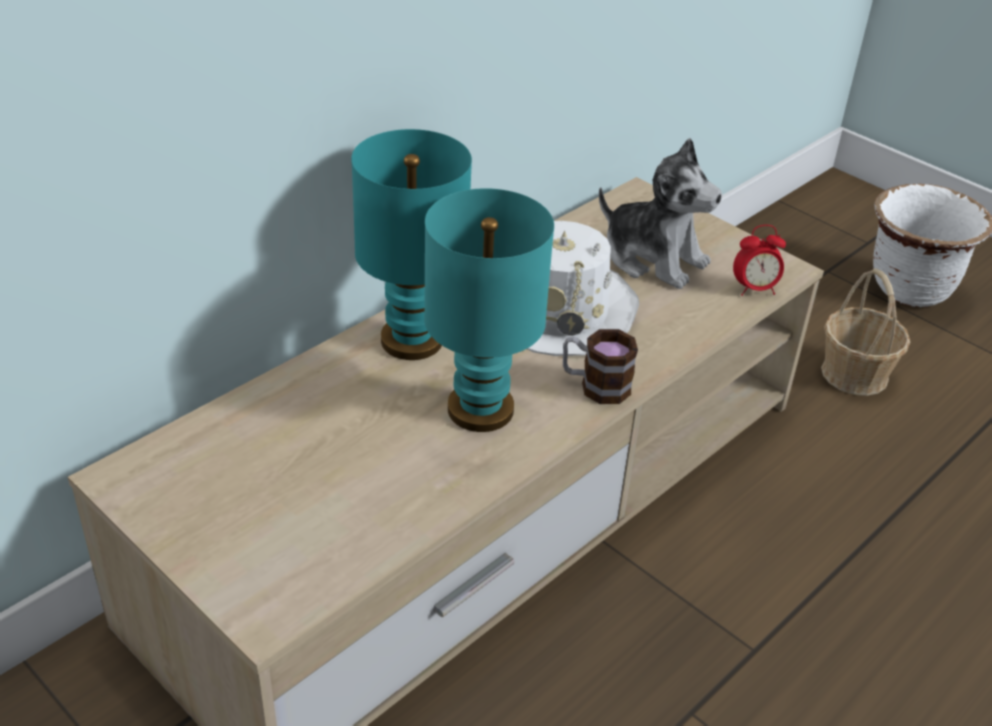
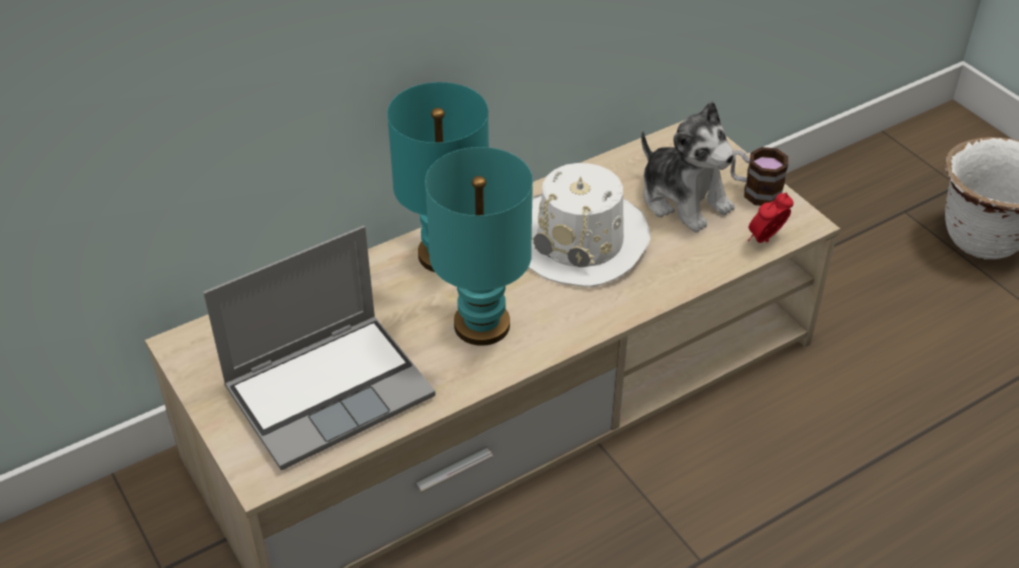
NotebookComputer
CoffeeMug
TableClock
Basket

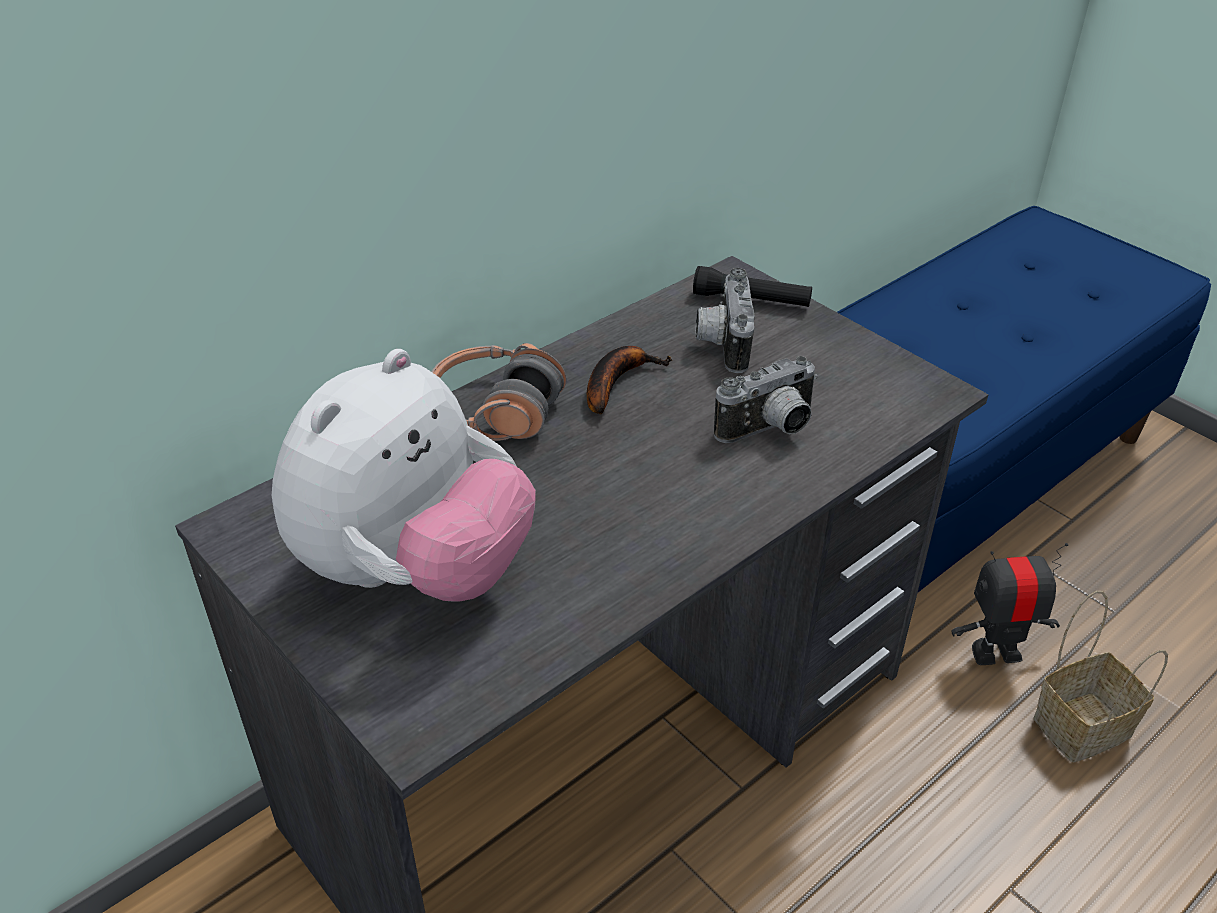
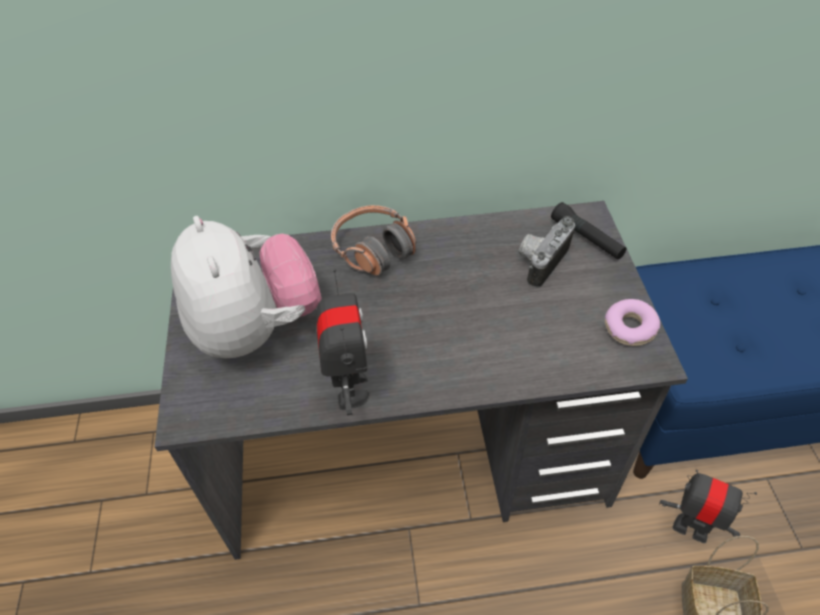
CuddlyToy
ModelRobot (no. 1 from left)
RingDoughnut
WholeBanana
StillCamera (no. 2 from left in the first image)

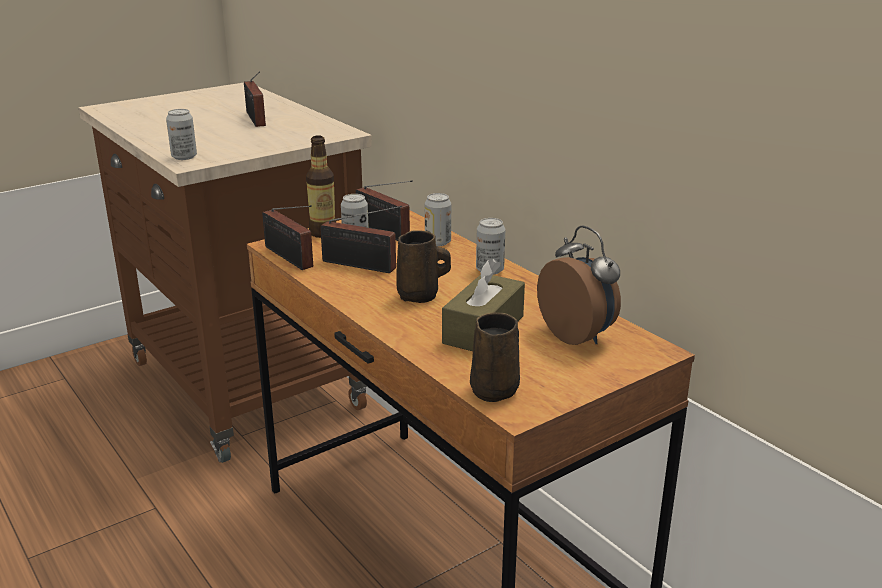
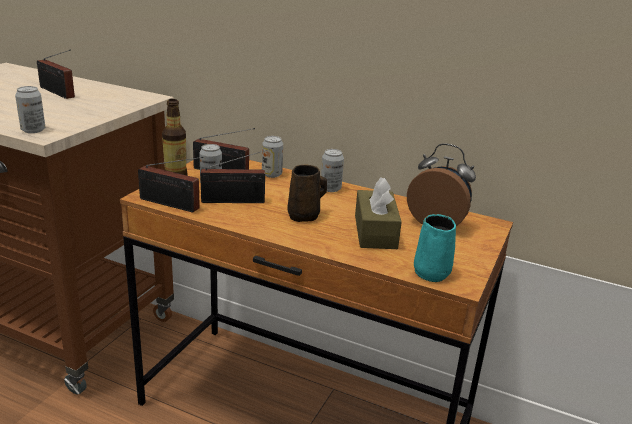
BlueGreenCoffeeMug

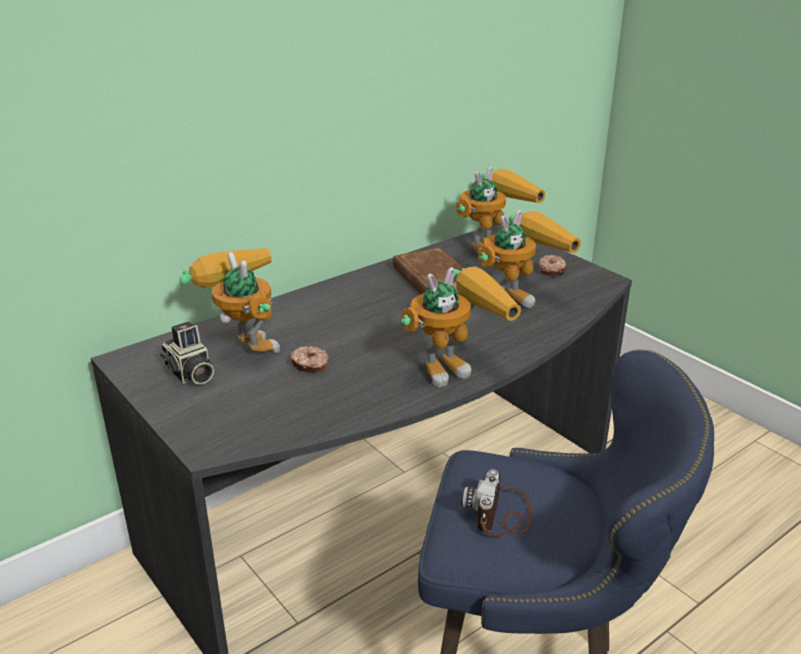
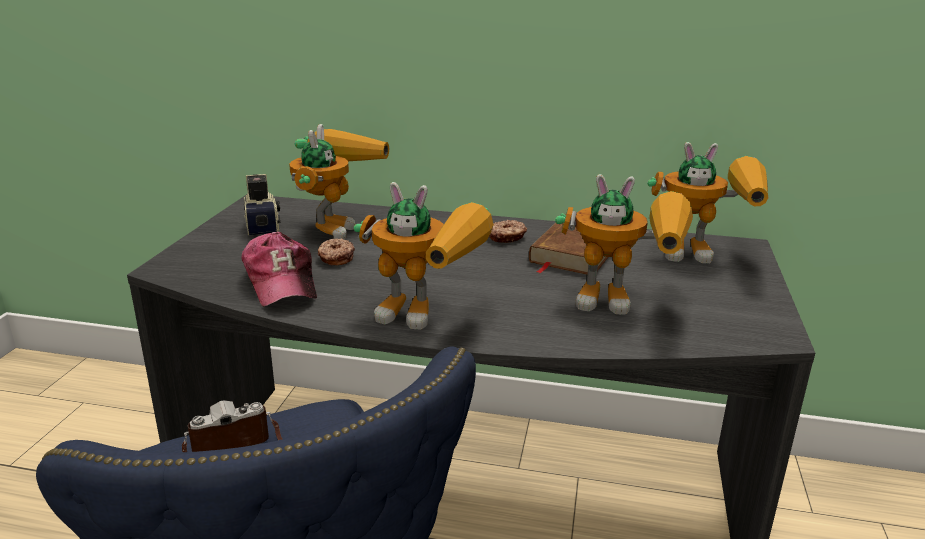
PeakedCap
StillCamera (no. 2 from left)
RingDoughnut (no. 2 from left)

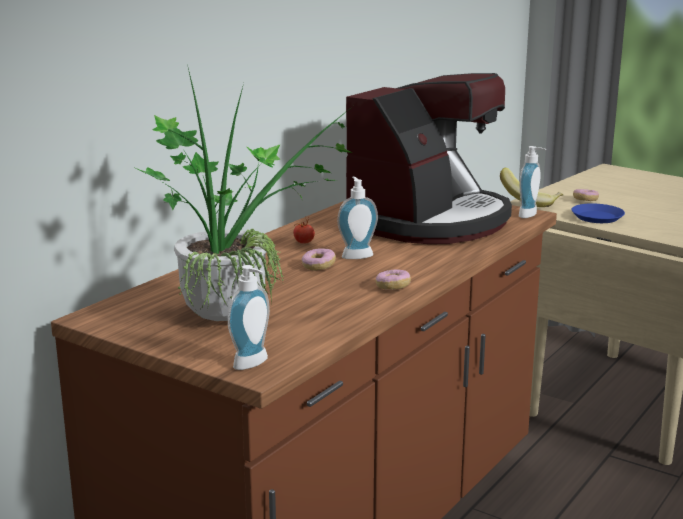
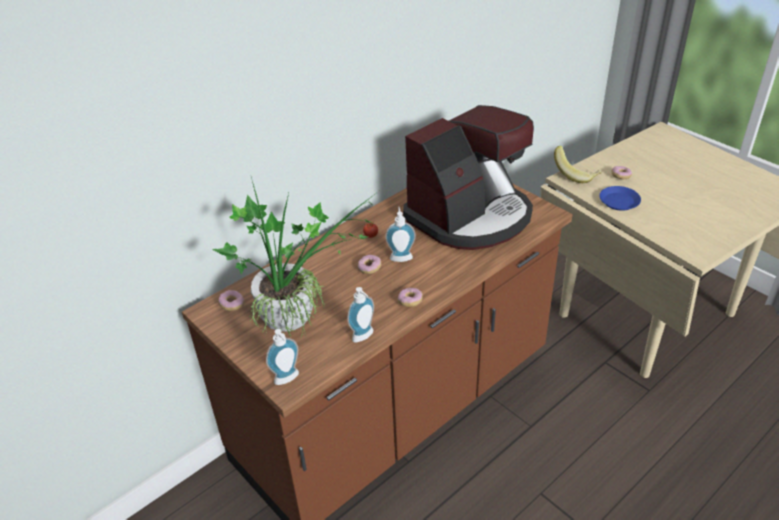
RingDoughnut (no. 1 from left)
LiquidSoapBottle (no. 2 from left)

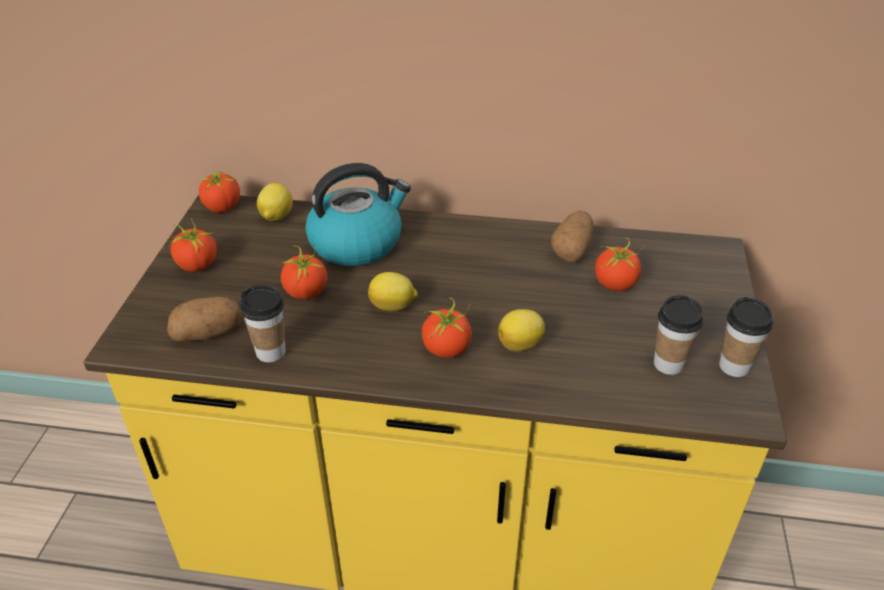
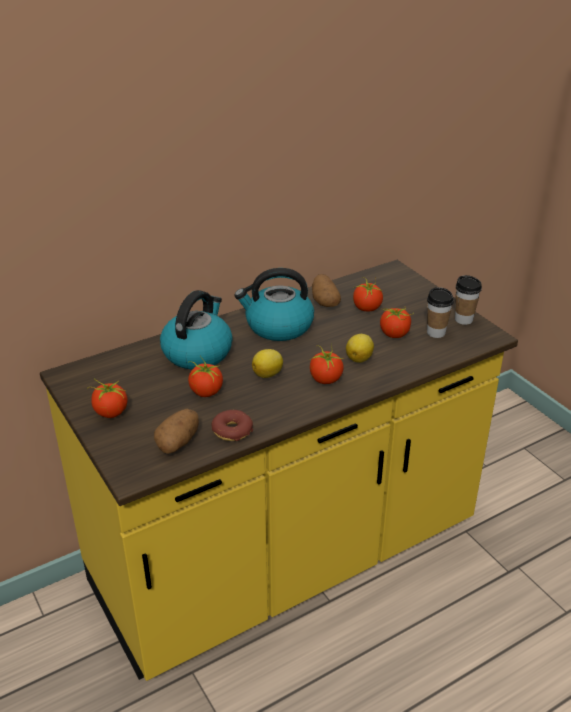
RingDoughnut
Kettle (no. 2 from left)
WholeTomato (no. 5 from left)
WholeLemon (no. 1 from left in the first image)

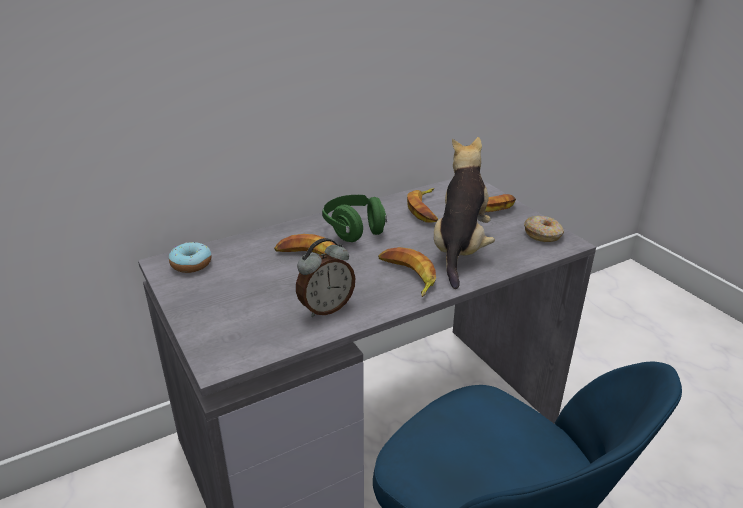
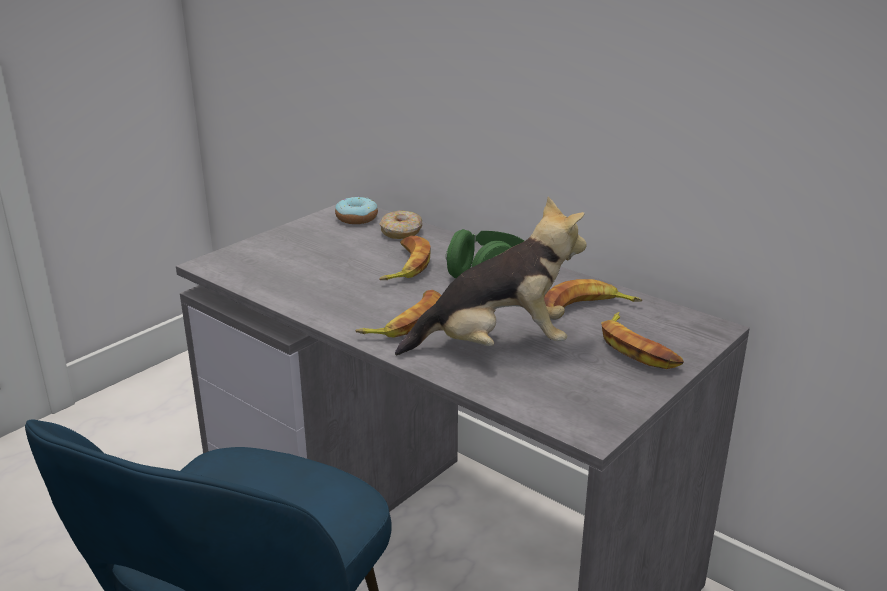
RingDoughnut (no. 2 from left)
TableClock

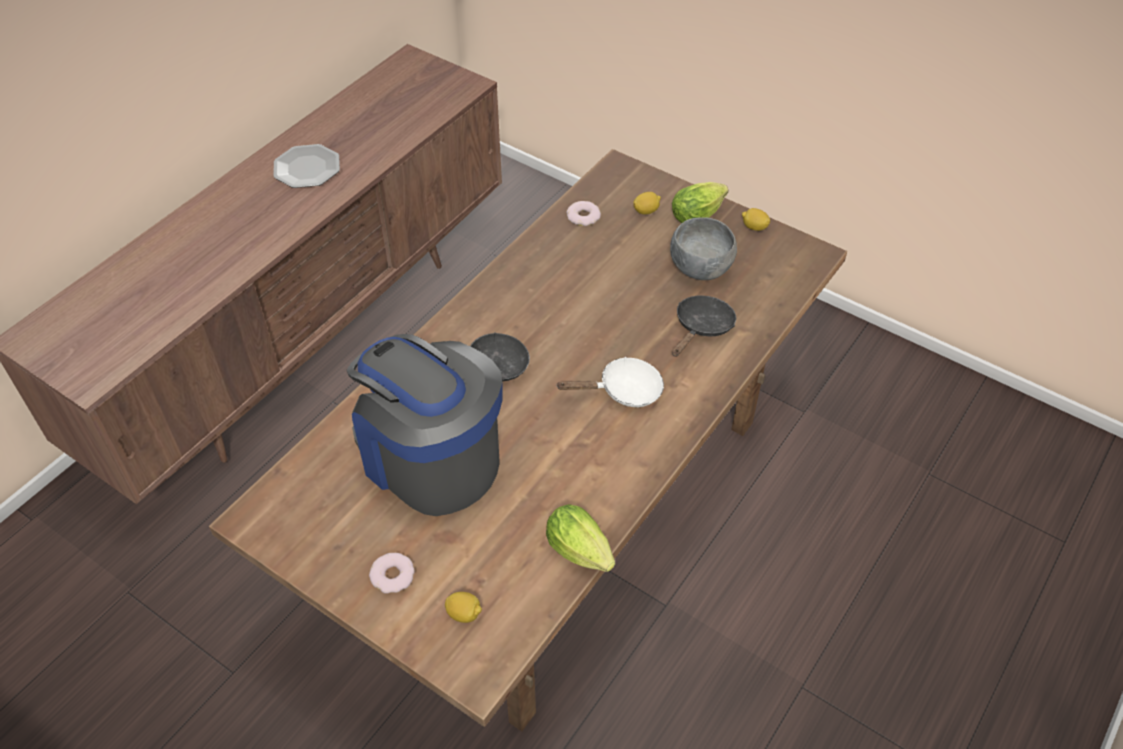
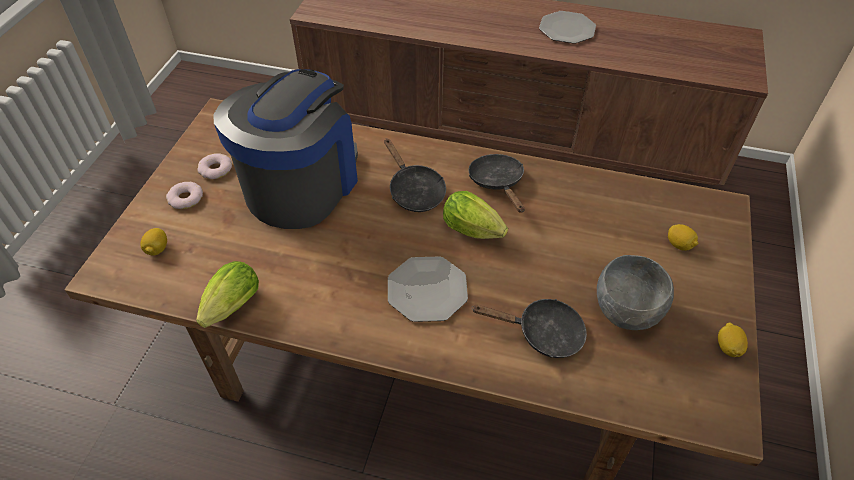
RingDoughnut (no. 2 from left)
DinnerPlate (no. 1 from left)
Lettuce (no. 2 from left)
BlackishPan (no. 2 from left)

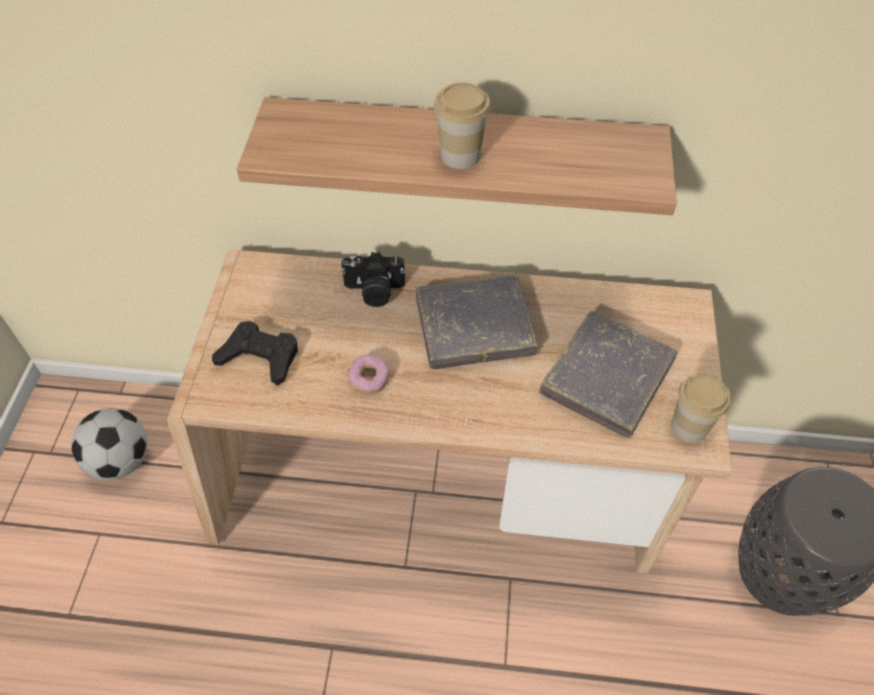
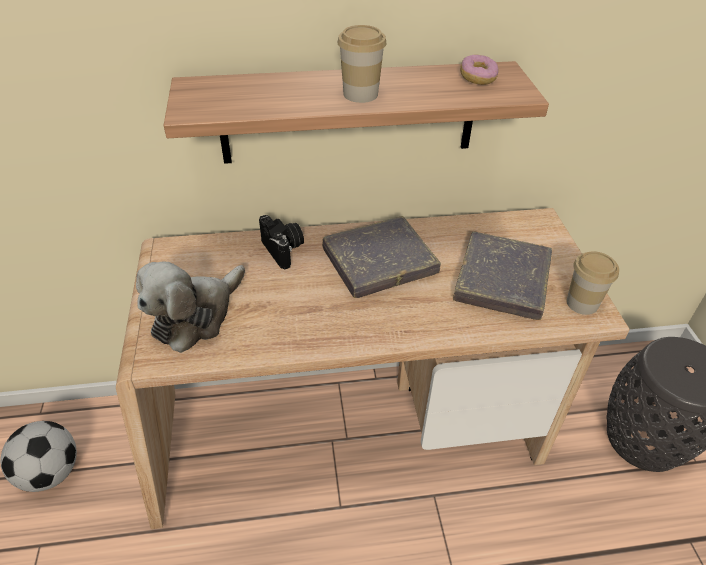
CuddlyToy
StillCamera
RingDoughnut

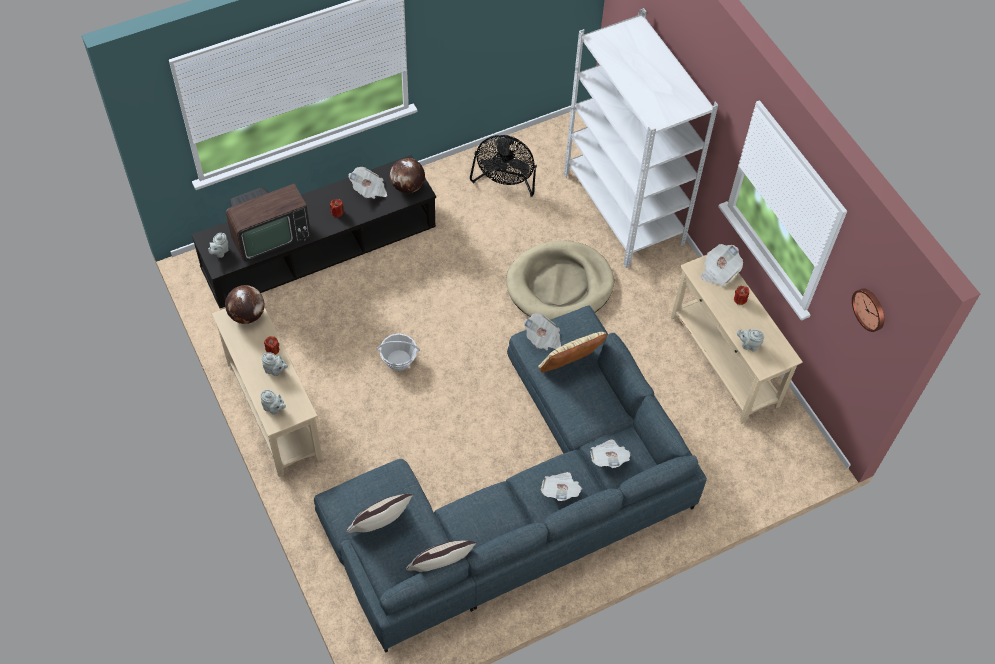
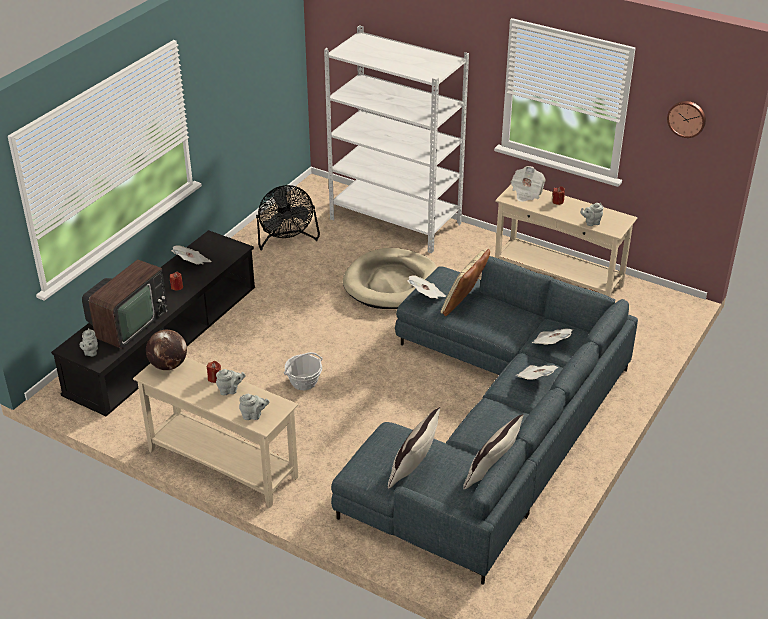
DeskGlobe (no. 2 from left in the first image)

